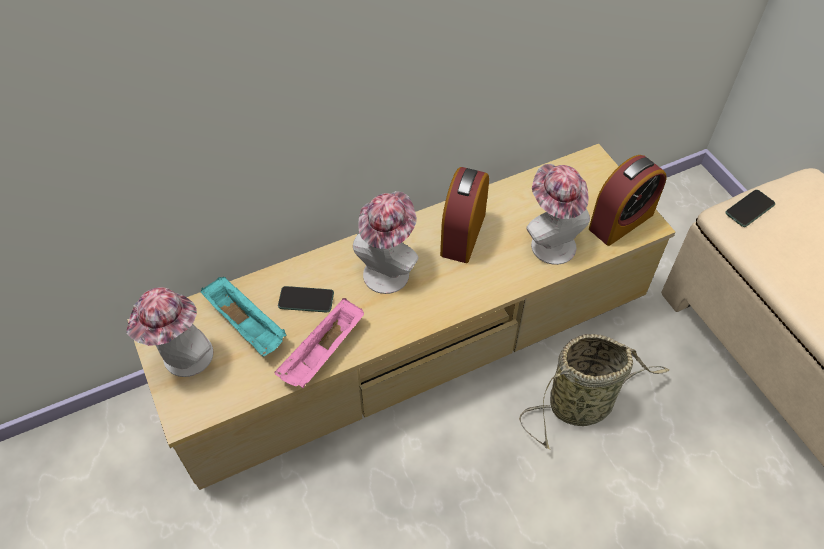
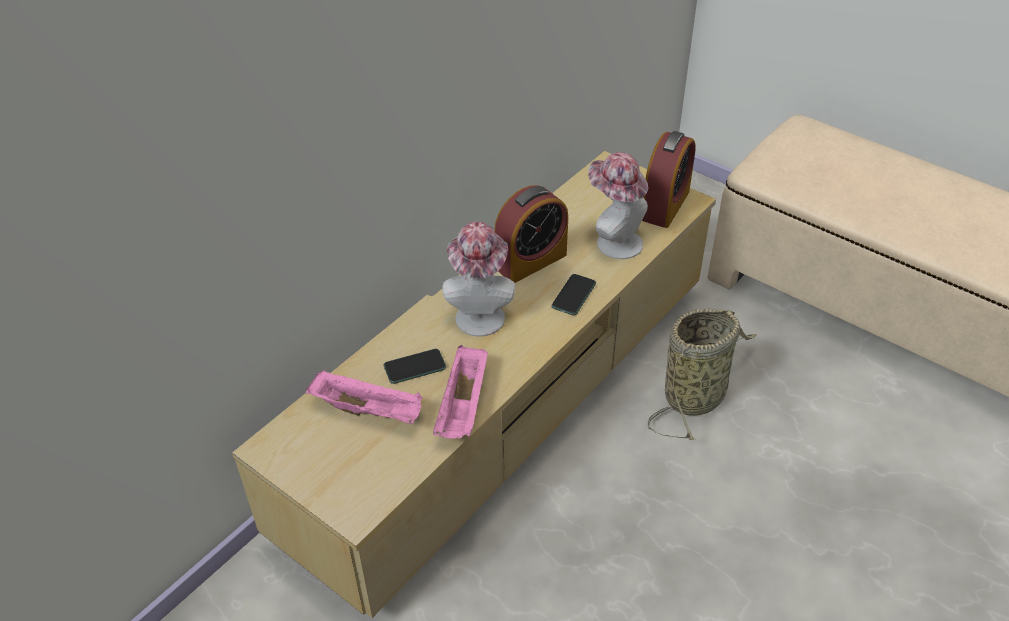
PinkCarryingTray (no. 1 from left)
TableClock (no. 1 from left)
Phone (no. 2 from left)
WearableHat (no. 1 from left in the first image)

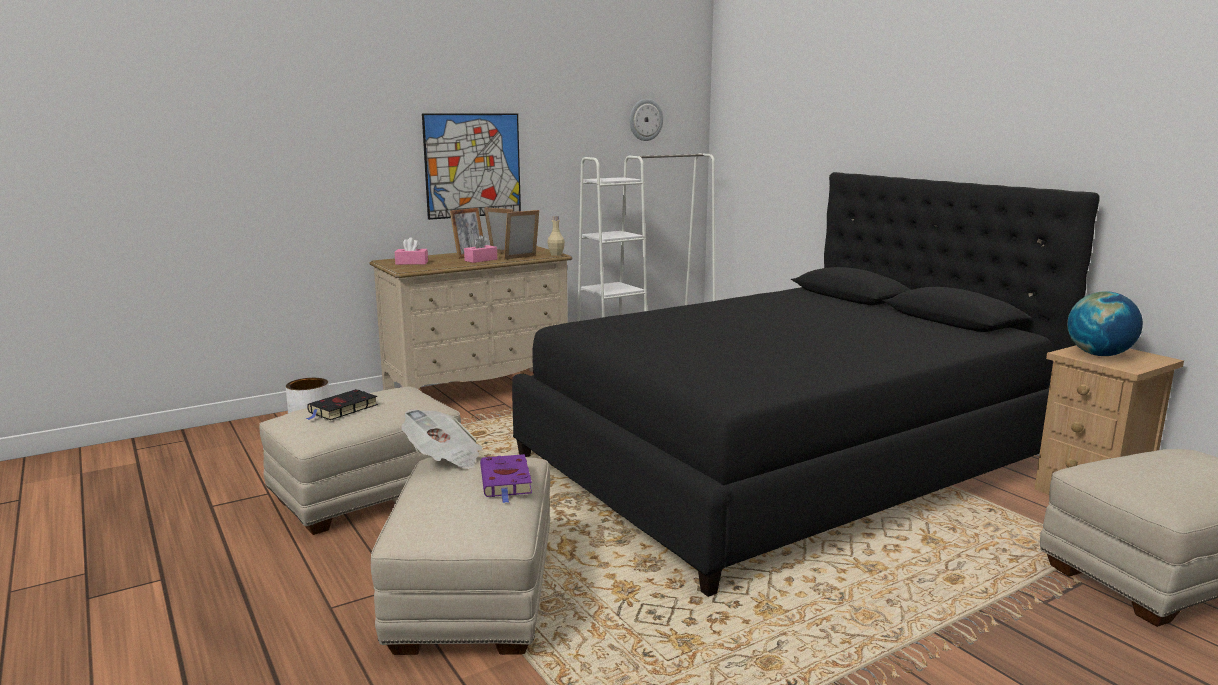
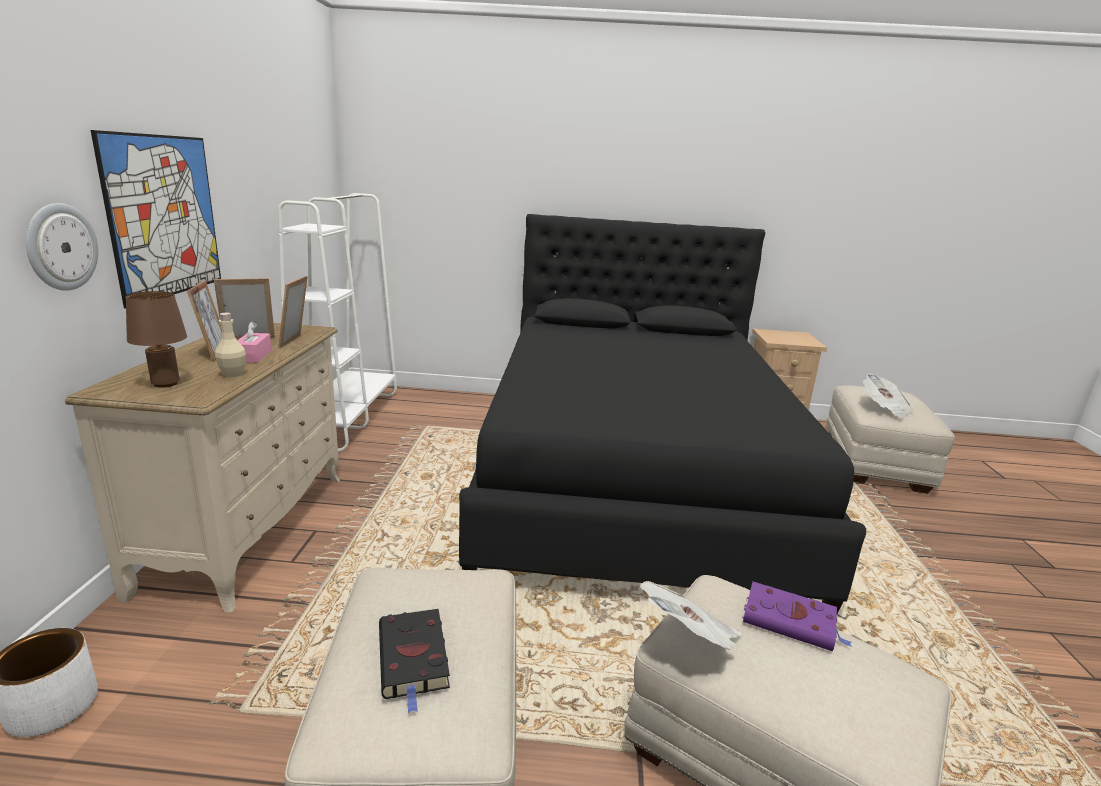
WallClock
BrownTableLamp
SandColouredDrinkBottle
DailyPaper (no. 2 from left)
DeskGlobe

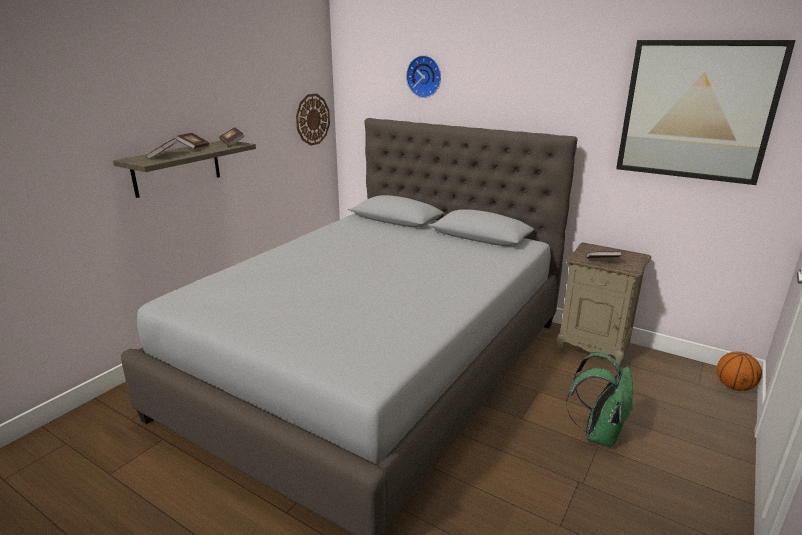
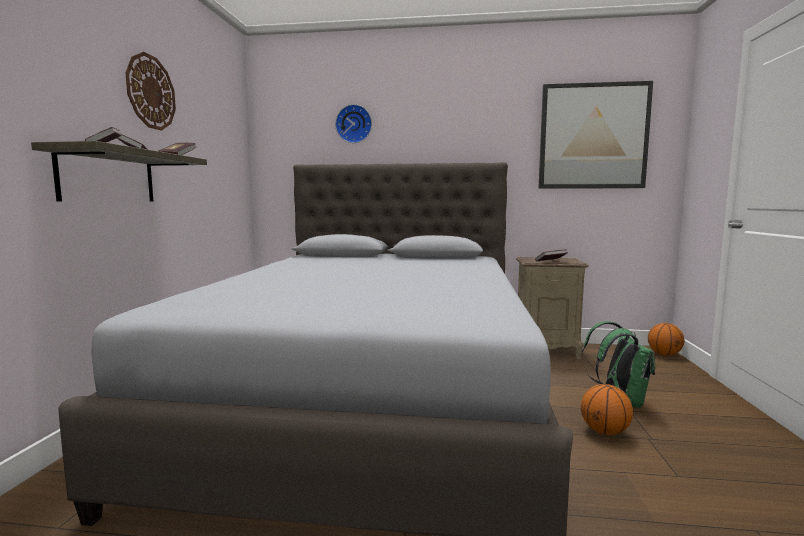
WallClock (no. 1 from left)
BallForBasketball (no. 1 from left)

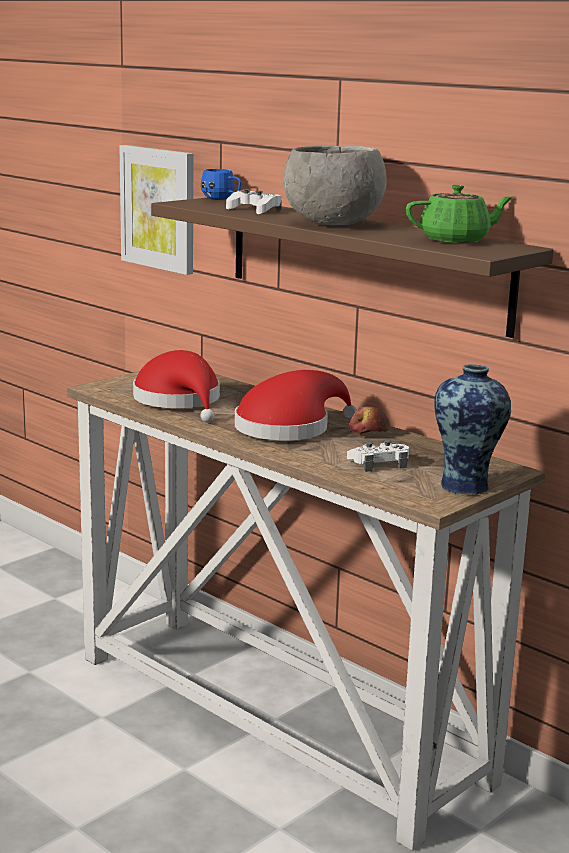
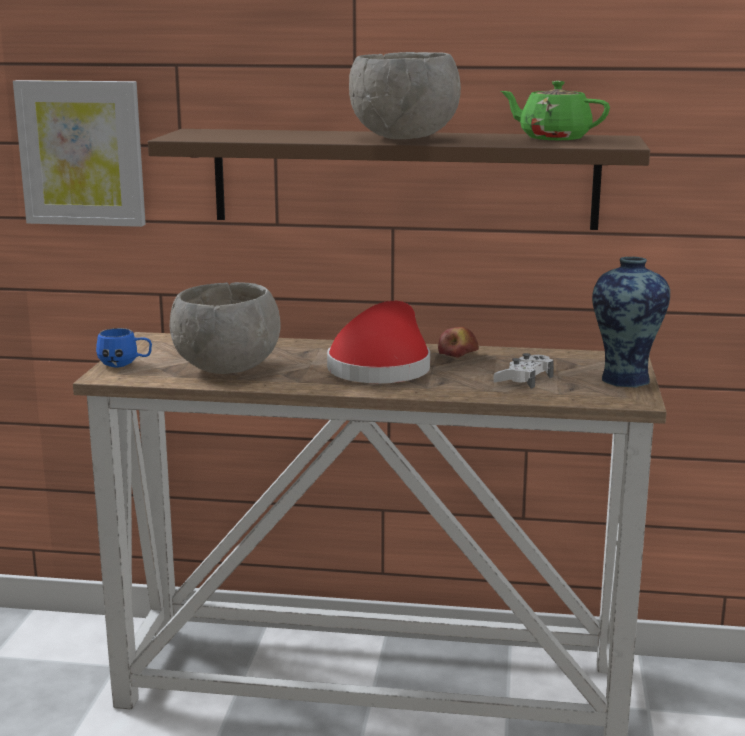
BlueCoffeeMug
GreyServingBowl (no. 1 from left)
GreenishPotForTea
WhiteJoypad (no. 1 from left in the first image)

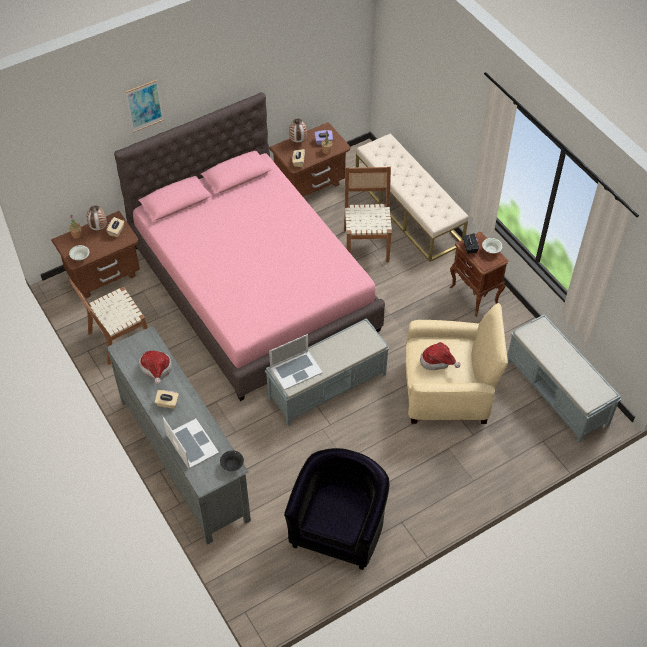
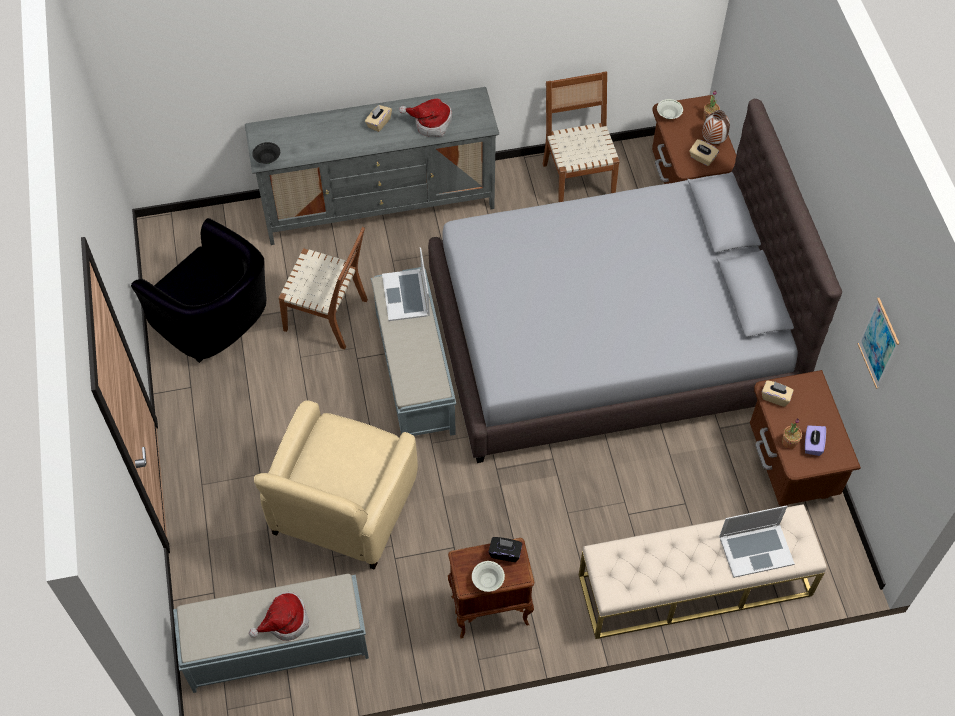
WearableHat (no. 1 from left)
UprightChair (no. 1 from left)
GreyBedroomBed
NotebookComputer (no. 2 from left)
WallPicture
FlowerVase (no. 2 from left in the first image)

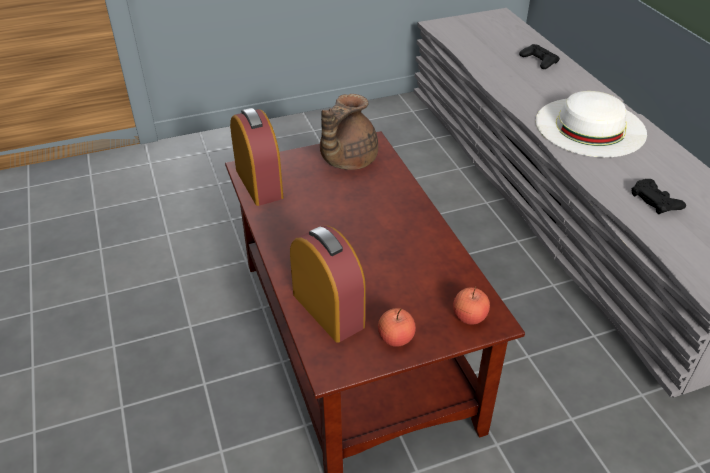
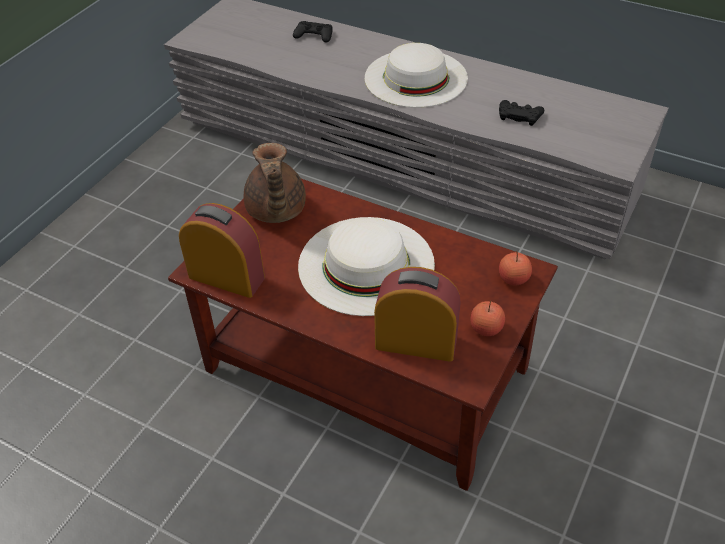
WhiteWearableHat (no. 1 from left)

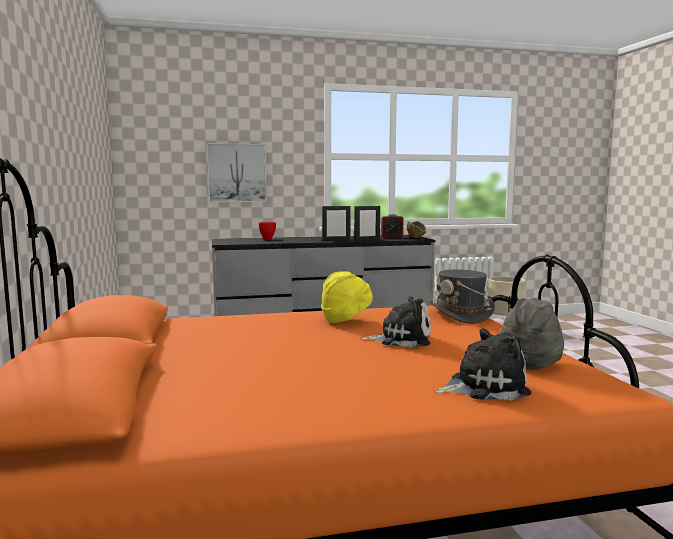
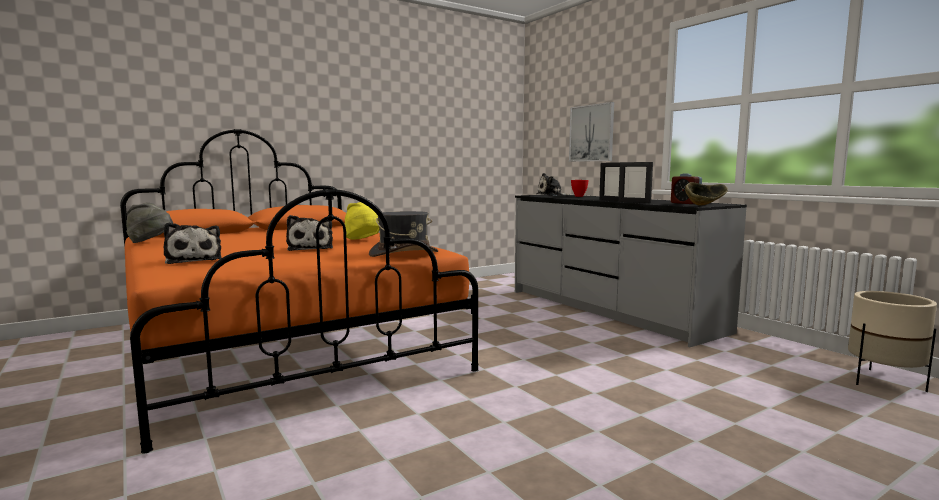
GreyWearableHat (no. 1 from left)
CuddlyToy (no. 3 from left)

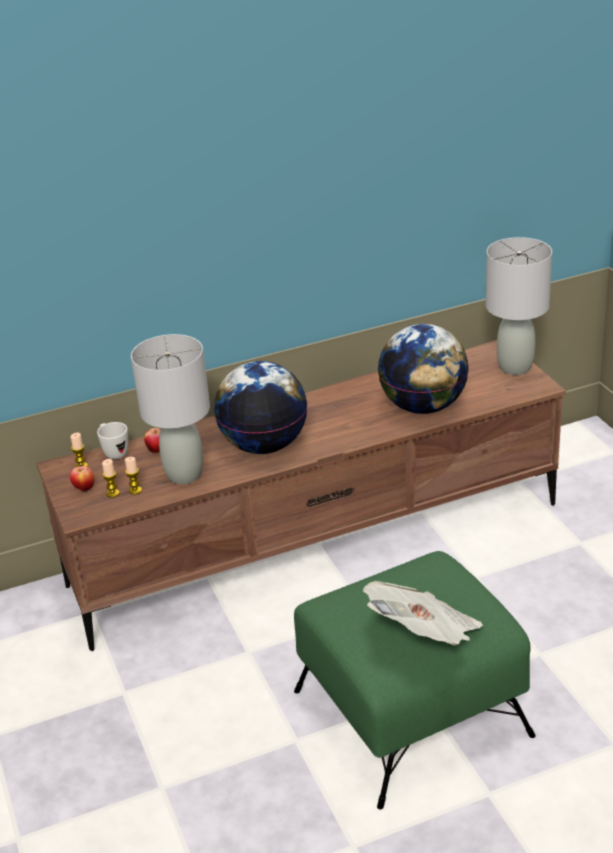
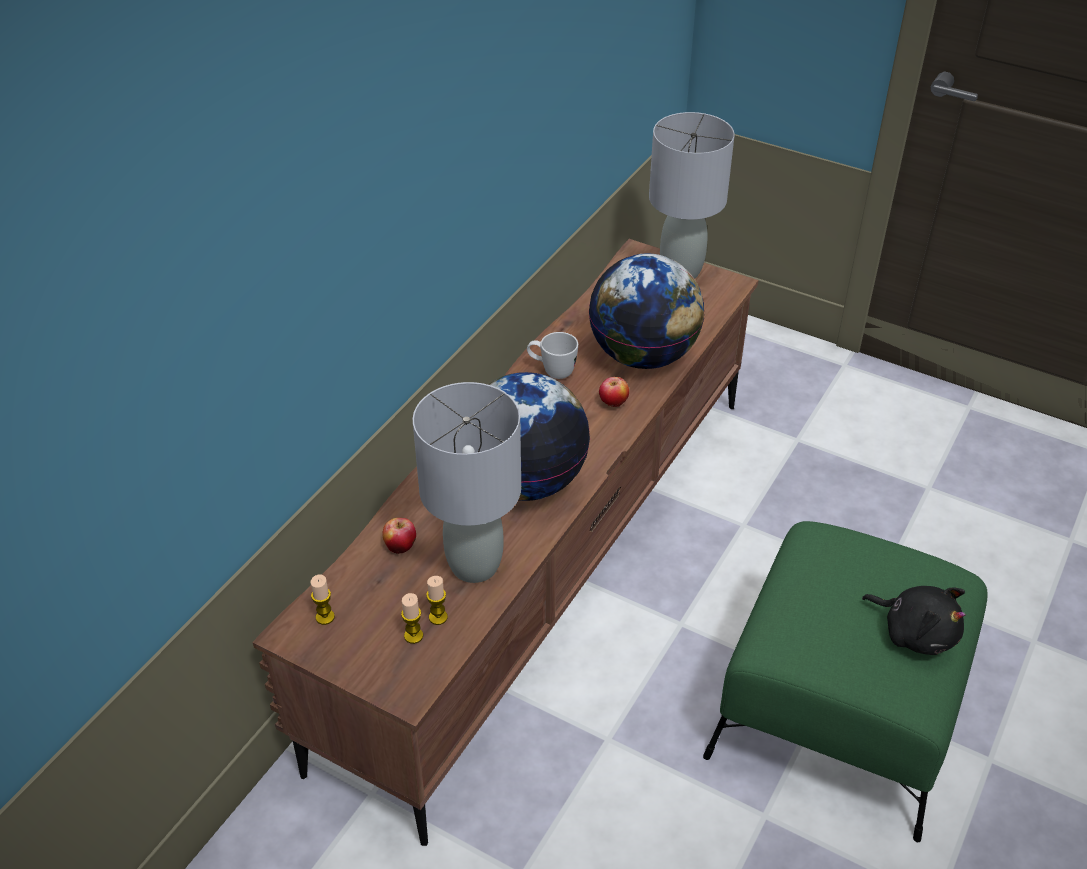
WhiteCoffeeMug
AppleFruit (no. 2 from left)
BlackishCuddlyToy

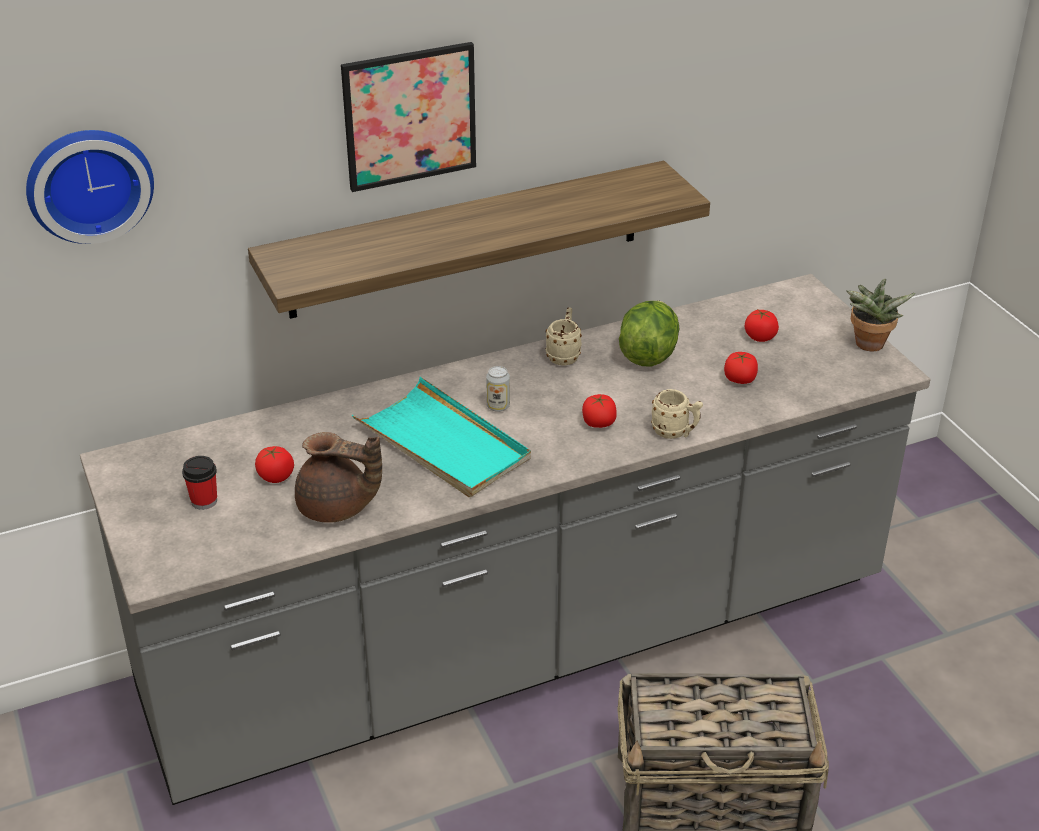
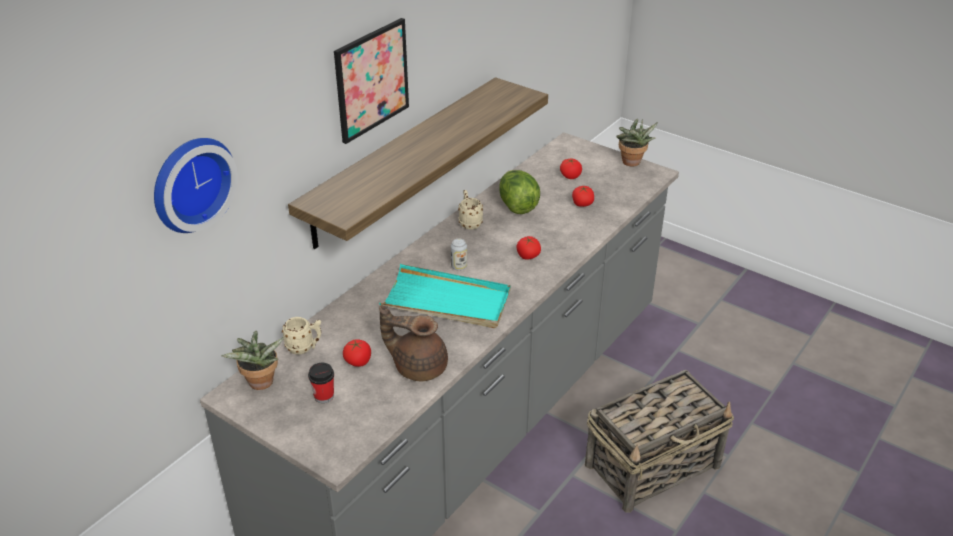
Houseplant (no. 1 from left)
SandColouredCoffeeMug (no. 1 from left)
BrownPotForTea

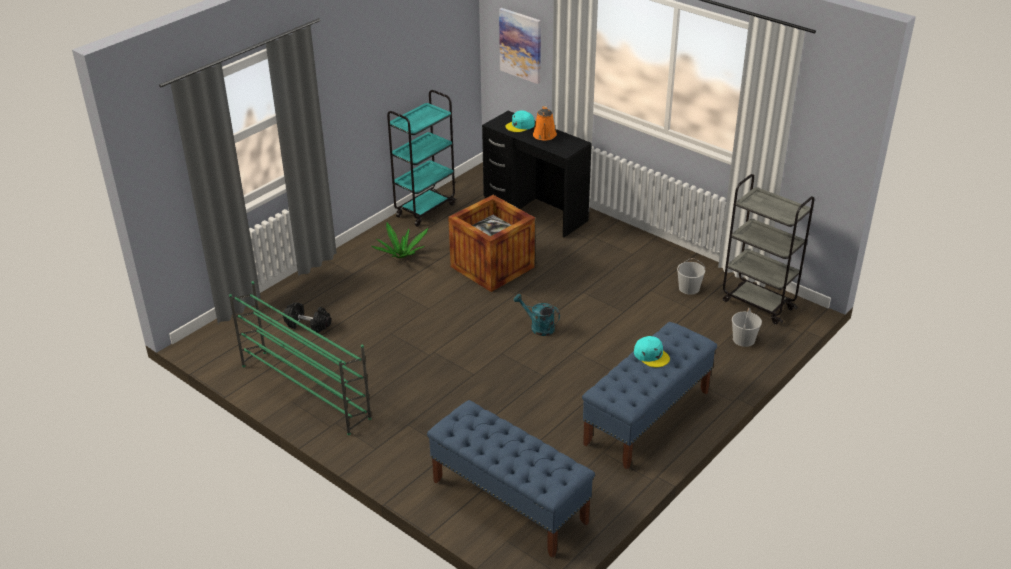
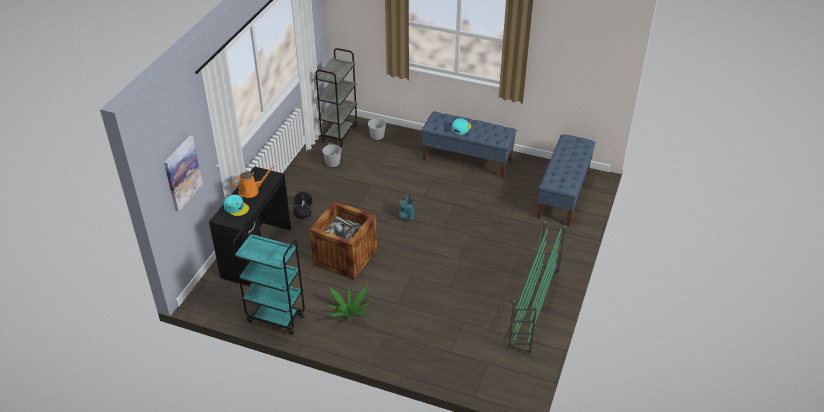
BlackishHandWeight

